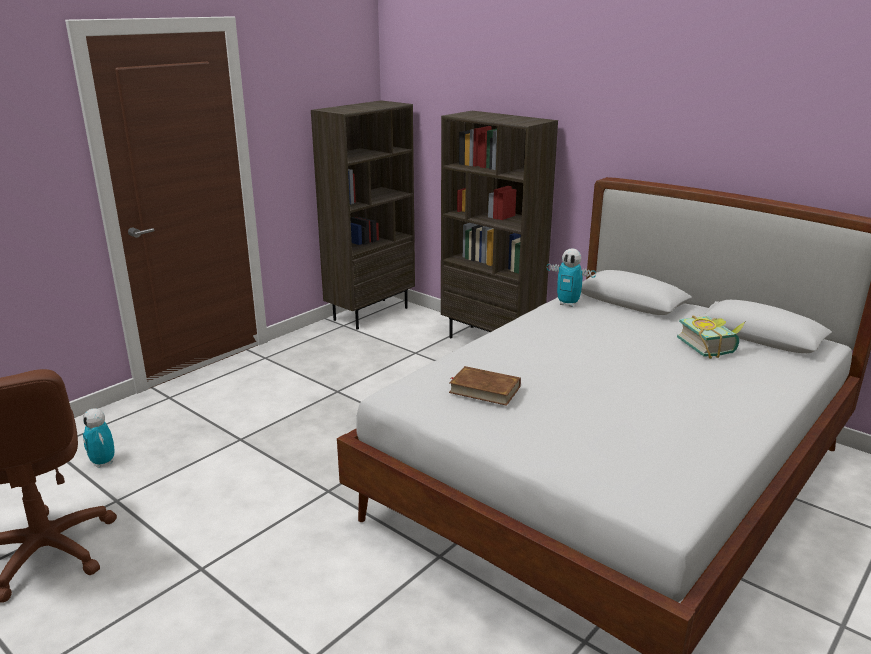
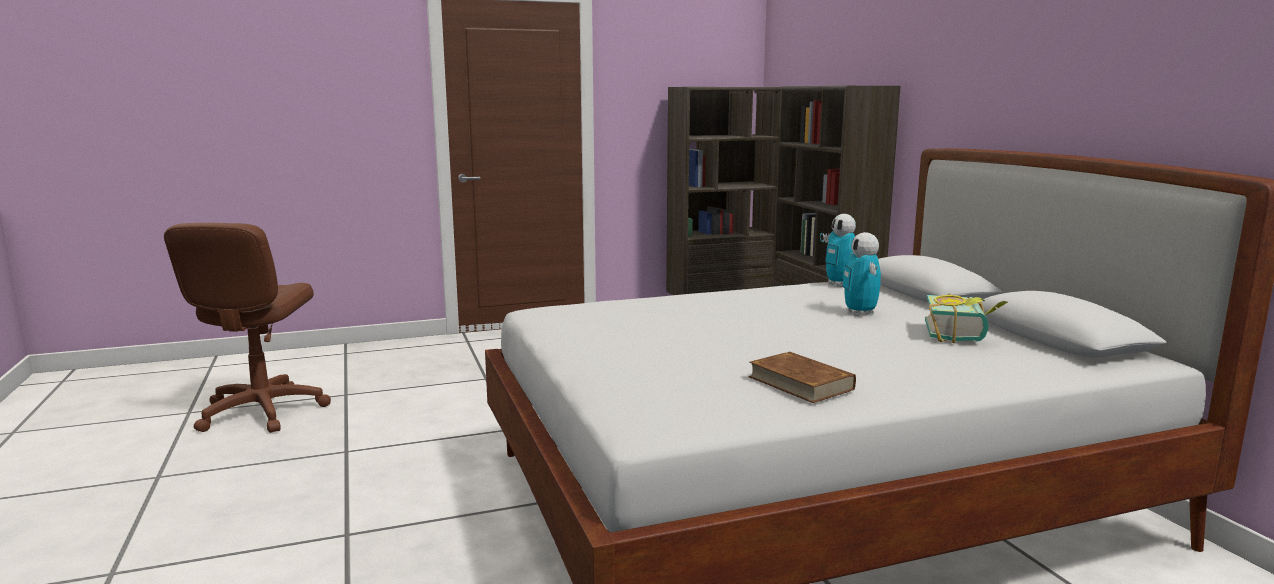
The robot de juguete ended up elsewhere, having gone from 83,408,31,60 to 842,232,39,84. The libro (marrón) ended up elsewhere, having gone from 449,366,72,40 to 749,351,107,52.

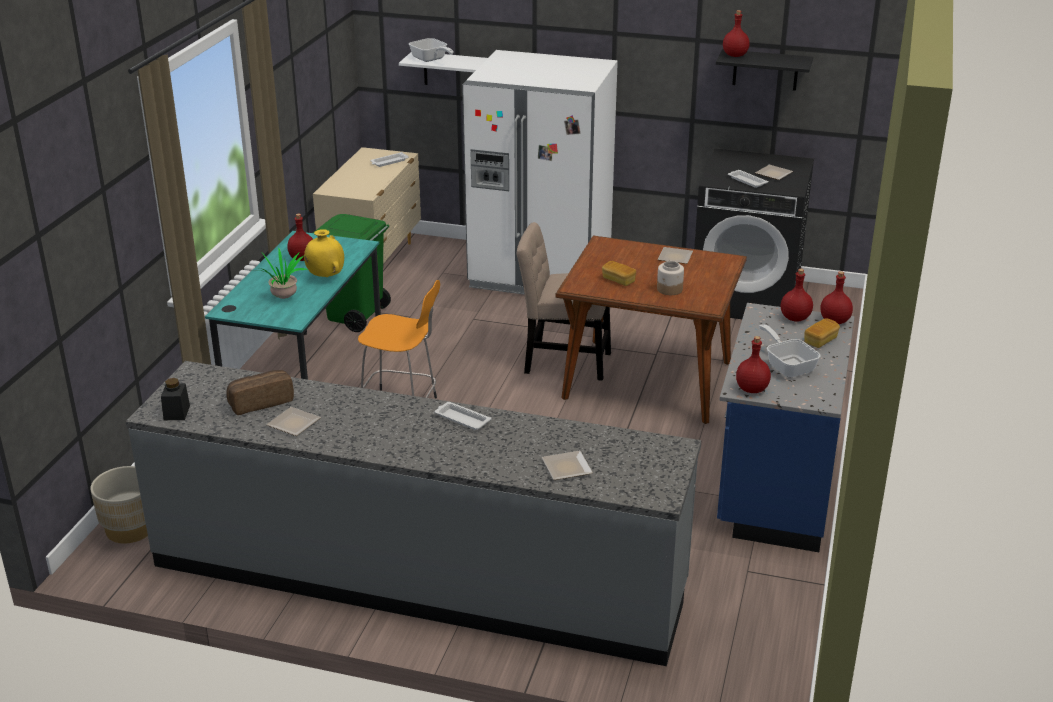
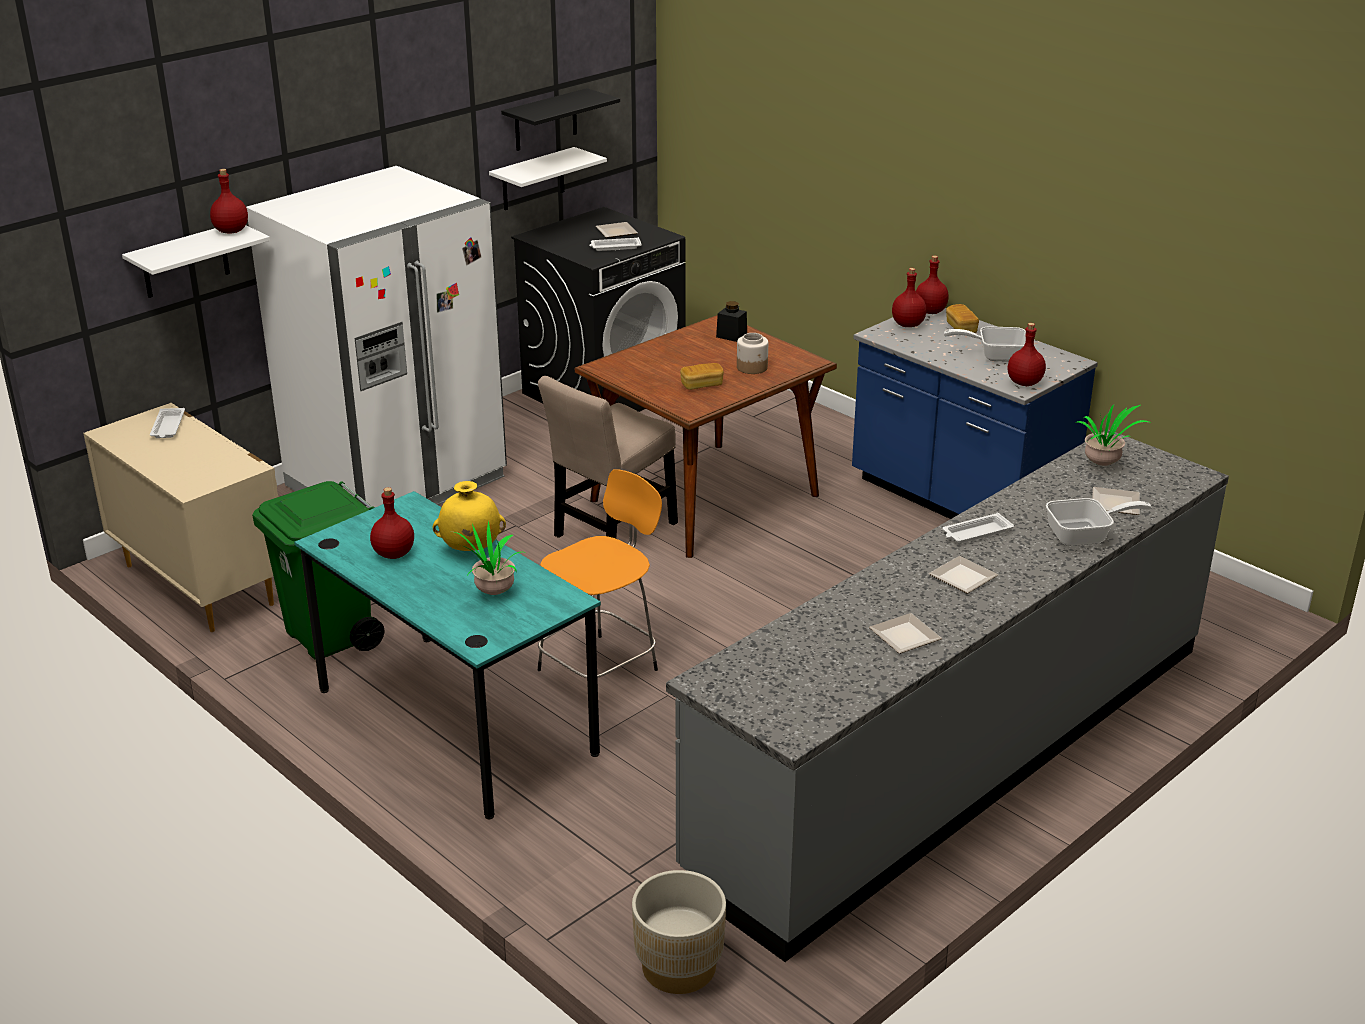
The second view lost the pan at 226,370,68,45. The second view gained the estante (blanco) at 489,147,118,63. The second view gained the planta en maceta at 1075,404,74,62. The tarro (negro) ended up elsewhere, having gone from 161,378,29,42 to 716,301,31,41. The sartén ended up elsewhere, having gone from 409,38,45,24 to 1046,498,105,48. The plato ended up elsewhere, having gone from 658,247,35,17 to 929,556,69,38. The botella (rojo) ended up elsewhere, having gone from 723,10,27,47 to 210,169,38,64.

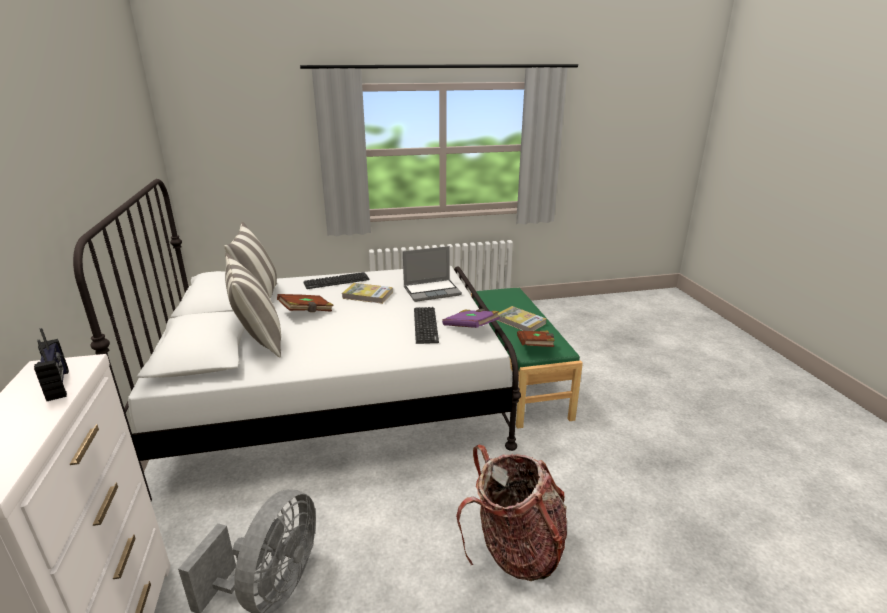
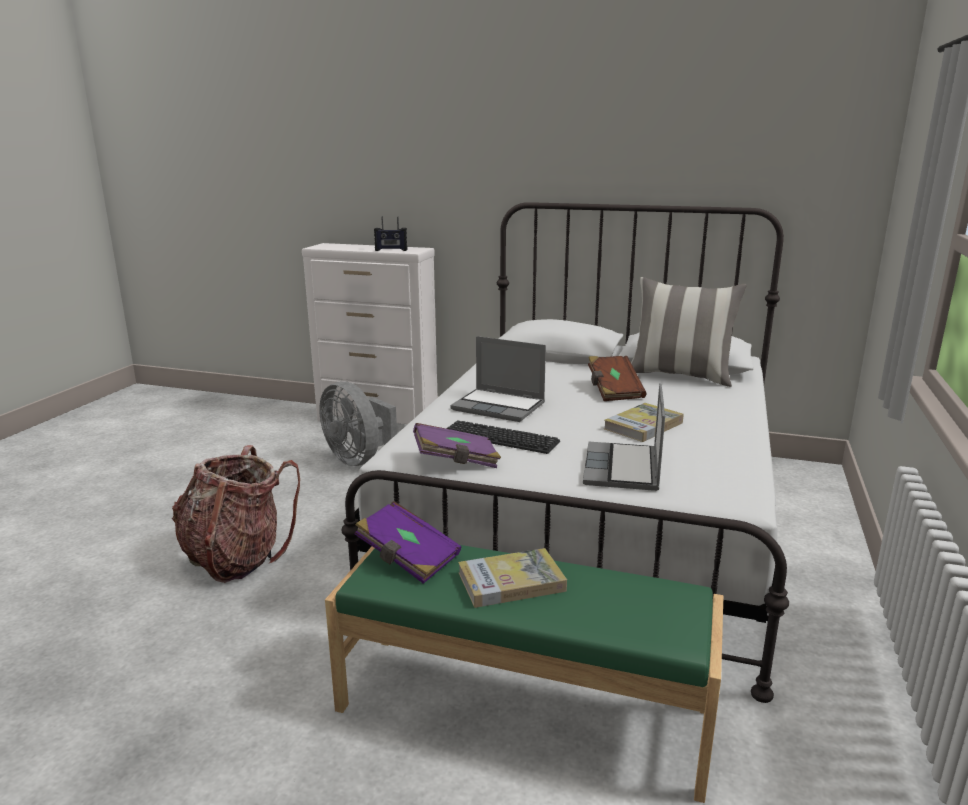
The second view lost the cojín at 225,253,56,105. The second view lost the teclado at 303,272,67,17. The second view gained the portátil at 450,336,96,86. What was the libro (marrón) at 517,331,38,16 turned into the libro (morado) at 355,501,106,83.

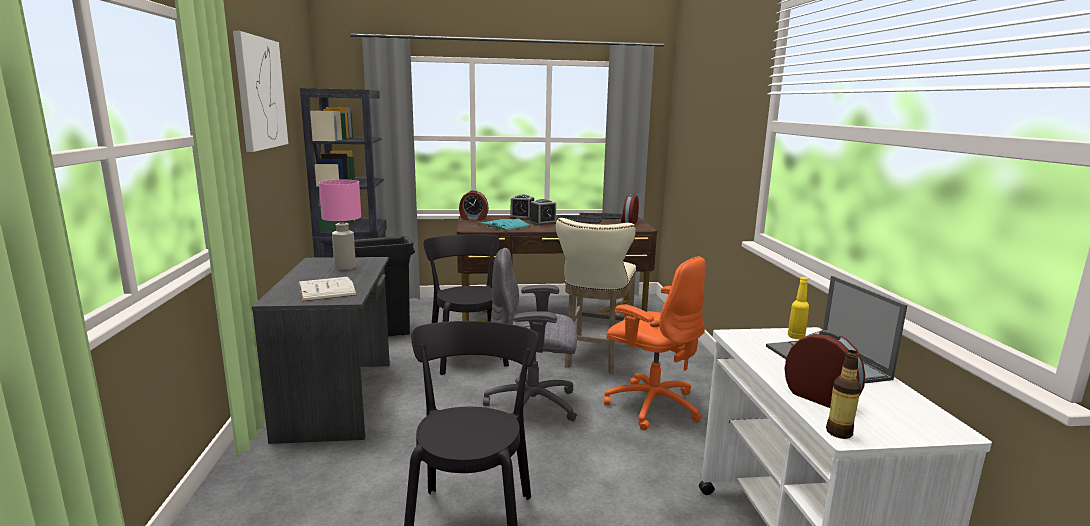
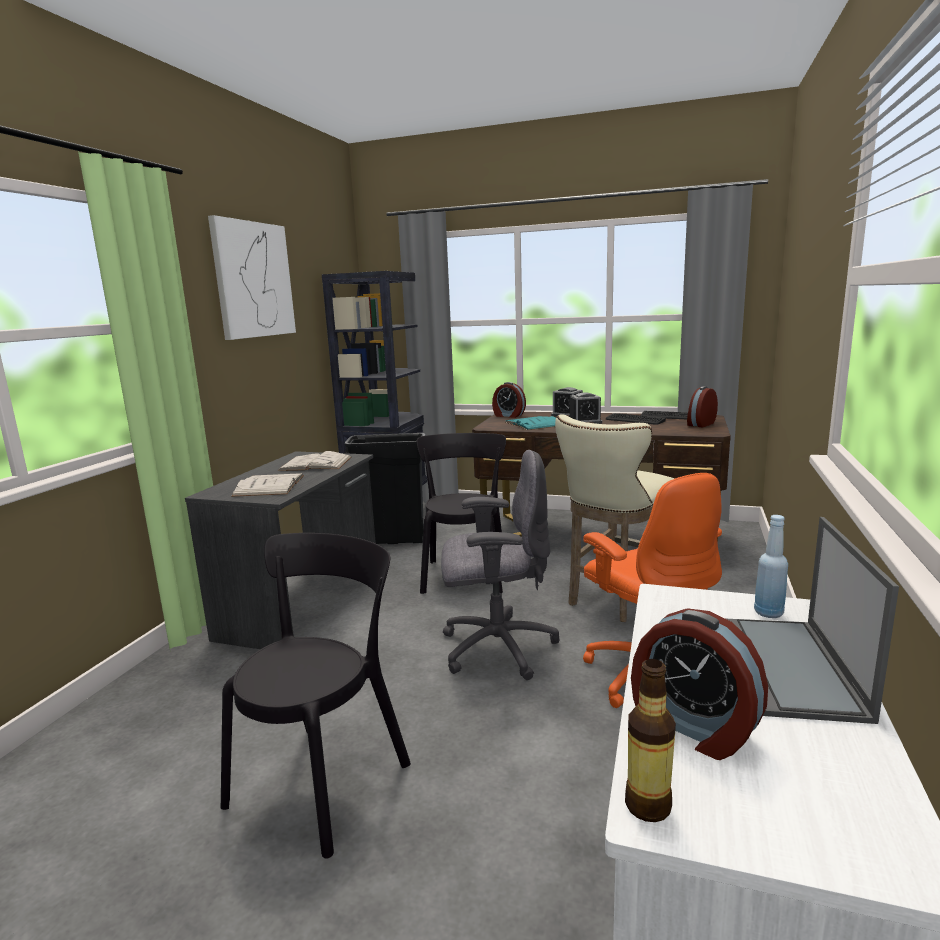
Where the lámpara de mesa (rosa) stood at 319,180,42,90, the libro (blanco) came to stand at 278,451,73,20. What was the botella (amarillo) at 788,277,21,62 turned into the botella (azul) at 754,515,34,103. The silla de oficina (gris) at 483,248,94,173 ended up facing another way, 150 degrees clockwise from before. The despertador at 784,330,81,78 ended up facing another way, 150 degrees clockwise from before.

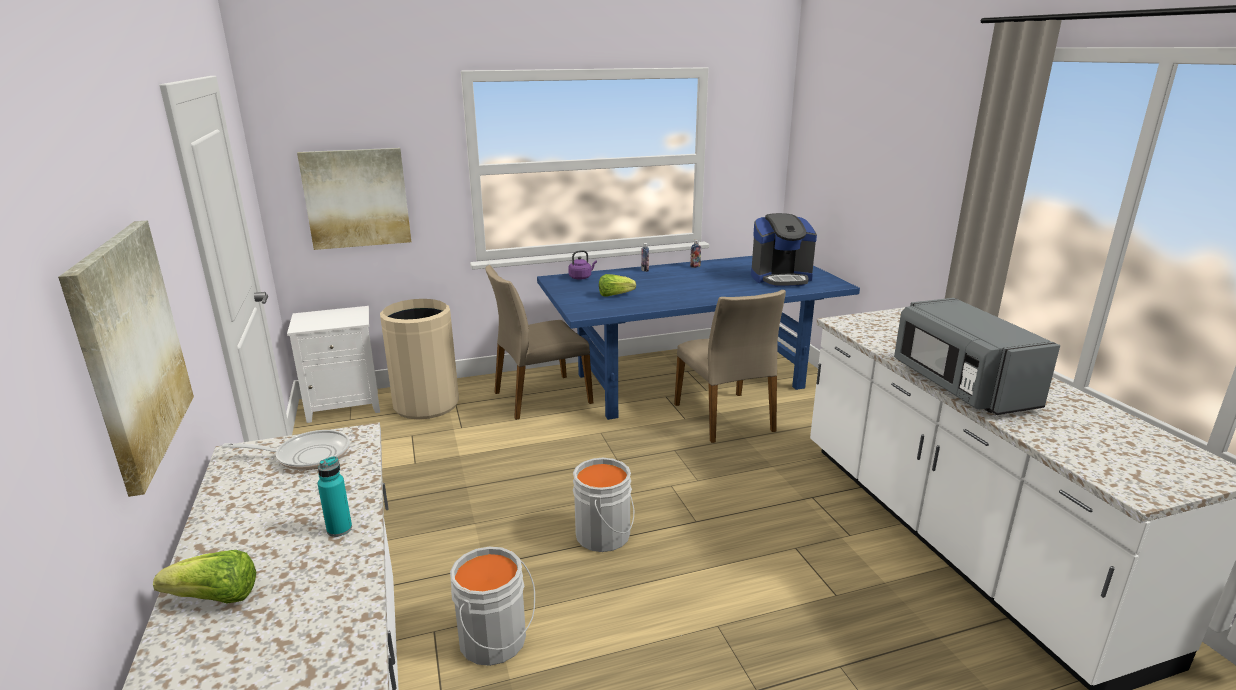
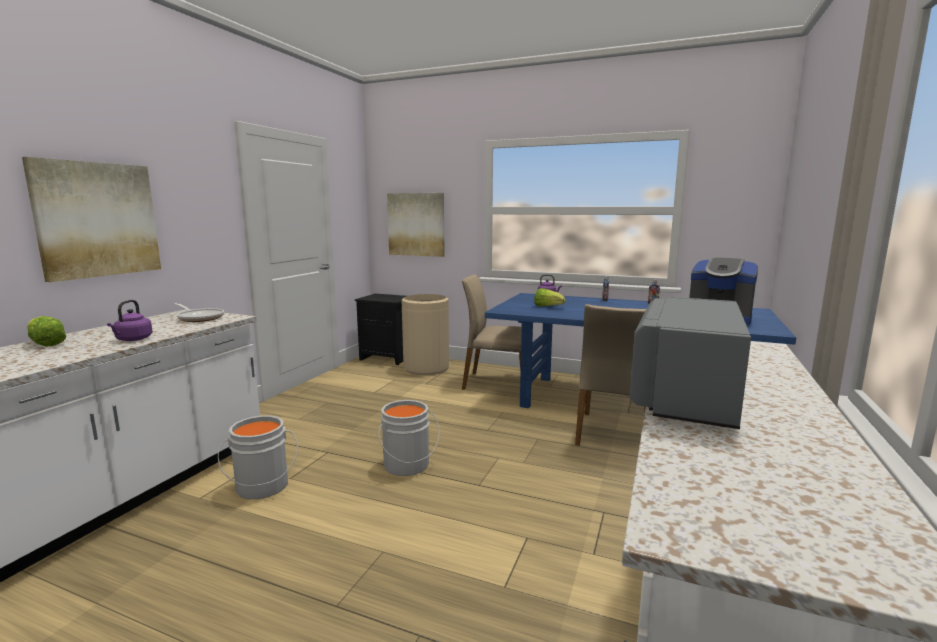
Where the botella (turquesa) stood at 317,456,35,81, the hervidor (morado) came to stand at 107,300,46,41. What was the mesita de noche (blanco) at 287,306,93,117 turned into the mesita de noche (negro) at 355,294,51,71.

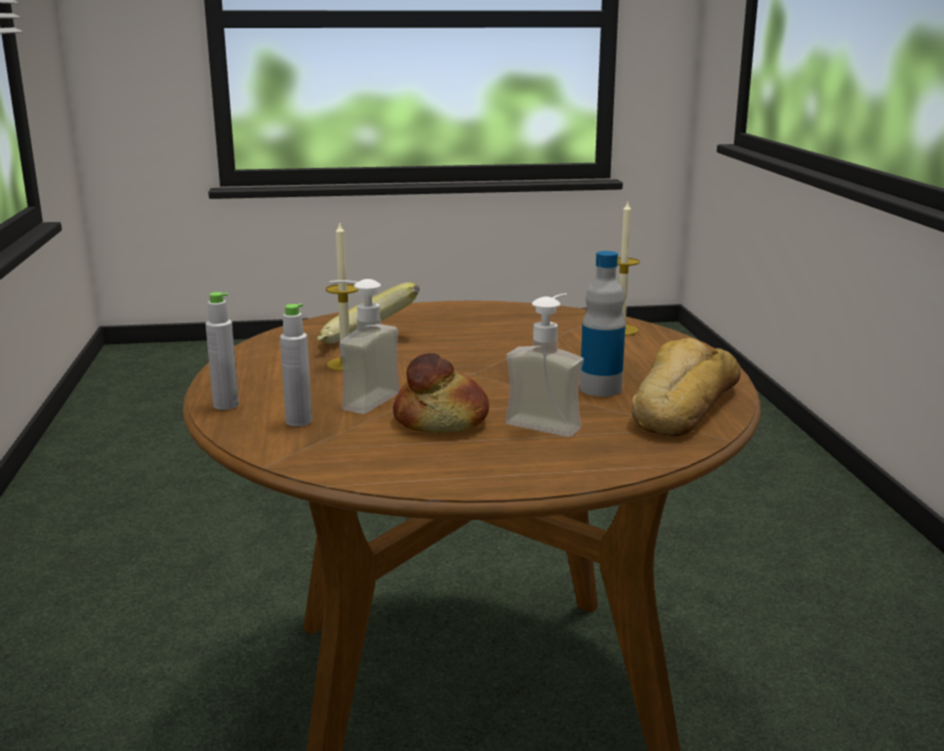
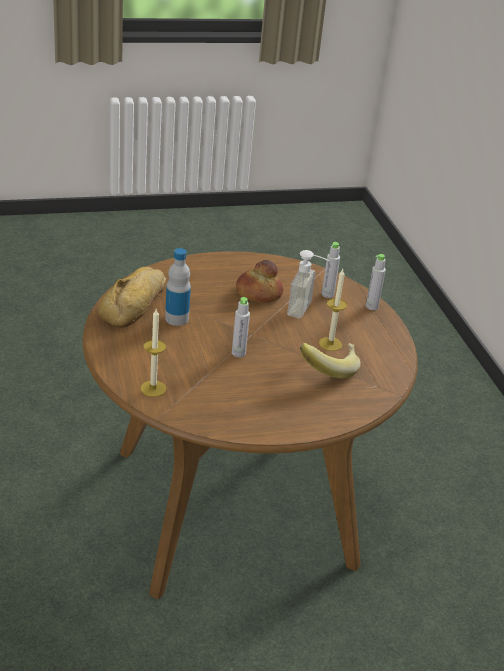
The second view lost the dispensador de jabón at 505,293,79,144. The second view gained the botella (gris) at 232,297,18,60.

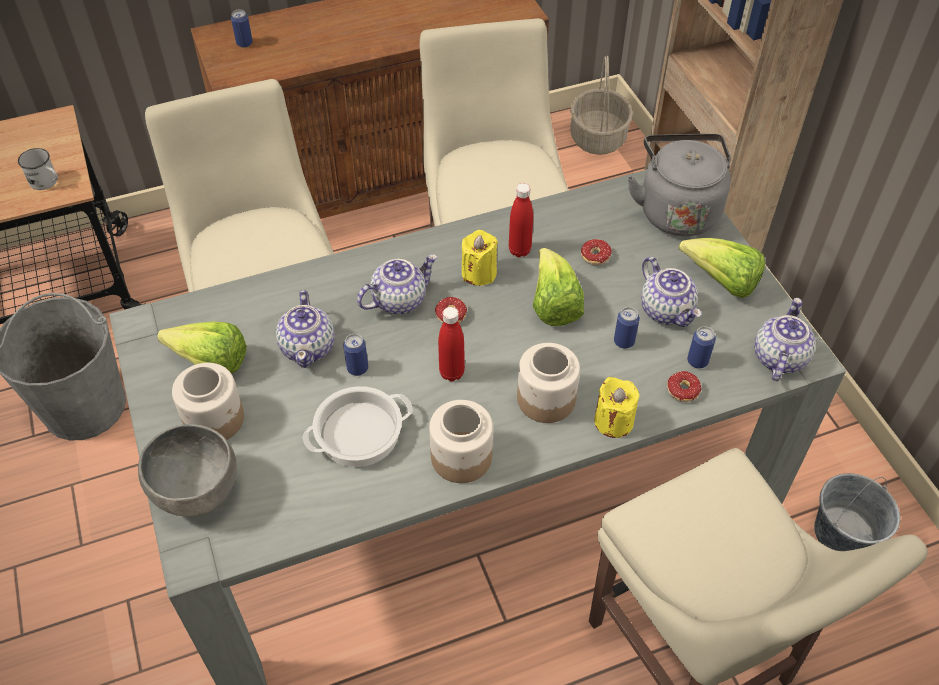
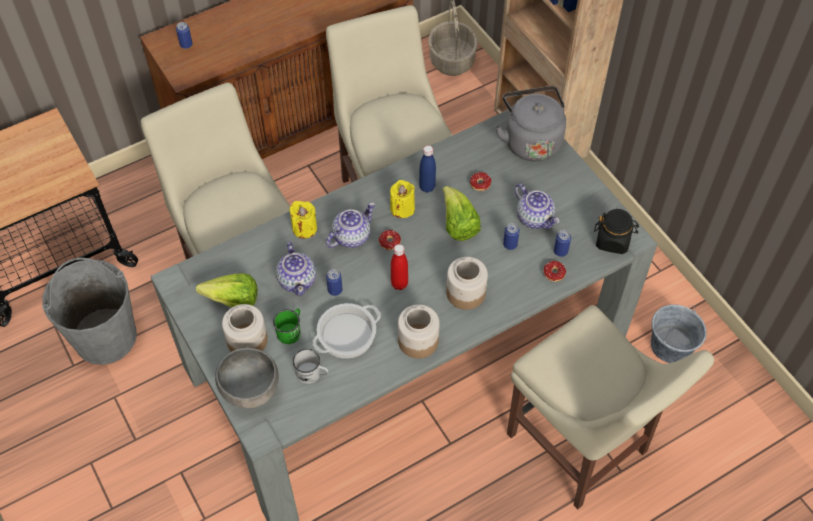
The second view lost the lechuga at 679,238,86,60. The second view gained the taza grande (verde) at 273,309,28,35. The taza grande (blanco) ended up elsewhere, having gone from 18,148,40,42 to 293,349,36,35. The vela (amarillo) ended up elsewhere, having gone from 594,377,45,61 to 289,201,28,38. Where the tetera stood at 754,298,62,83, the tarro (negro) came to stand at 594,209,45,45. What was the botella (rojo) at 509,183,24,74 turned into the botella (azul) at 419,145,17,48.

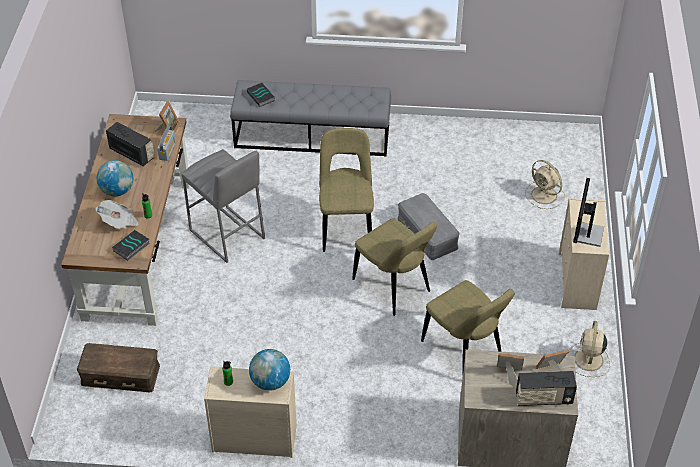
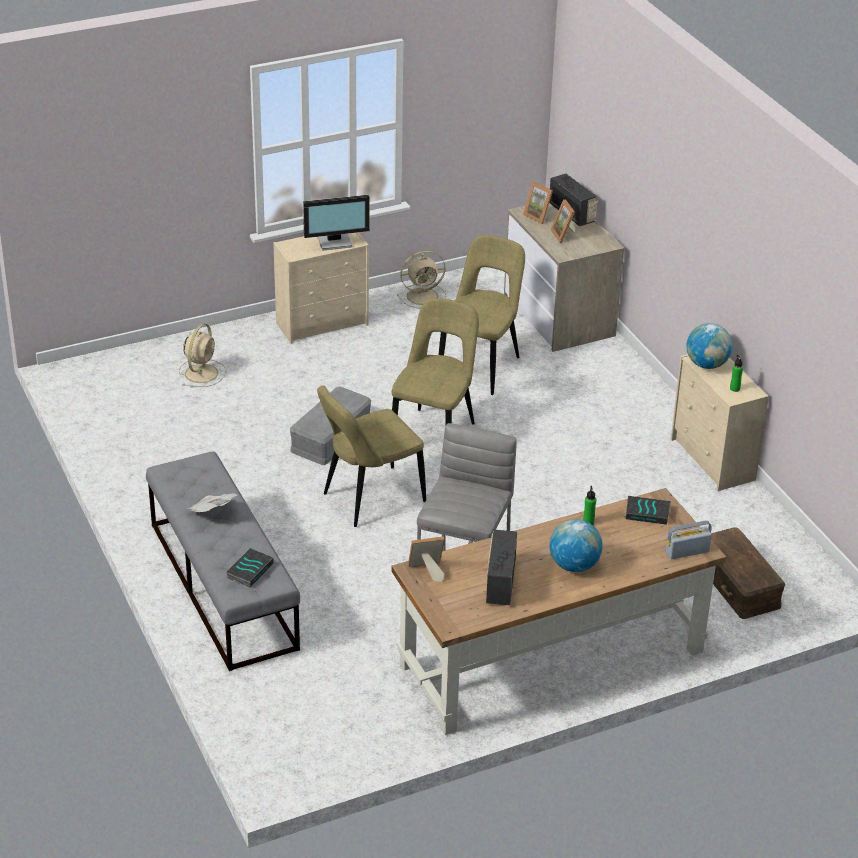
The periódico ended up elsewhere, having gone from 96,200,43,29 to 188,493,49,19. The radio ended up elsewhere, having gone from 157,125,19,36 to 665,521,47,38.

